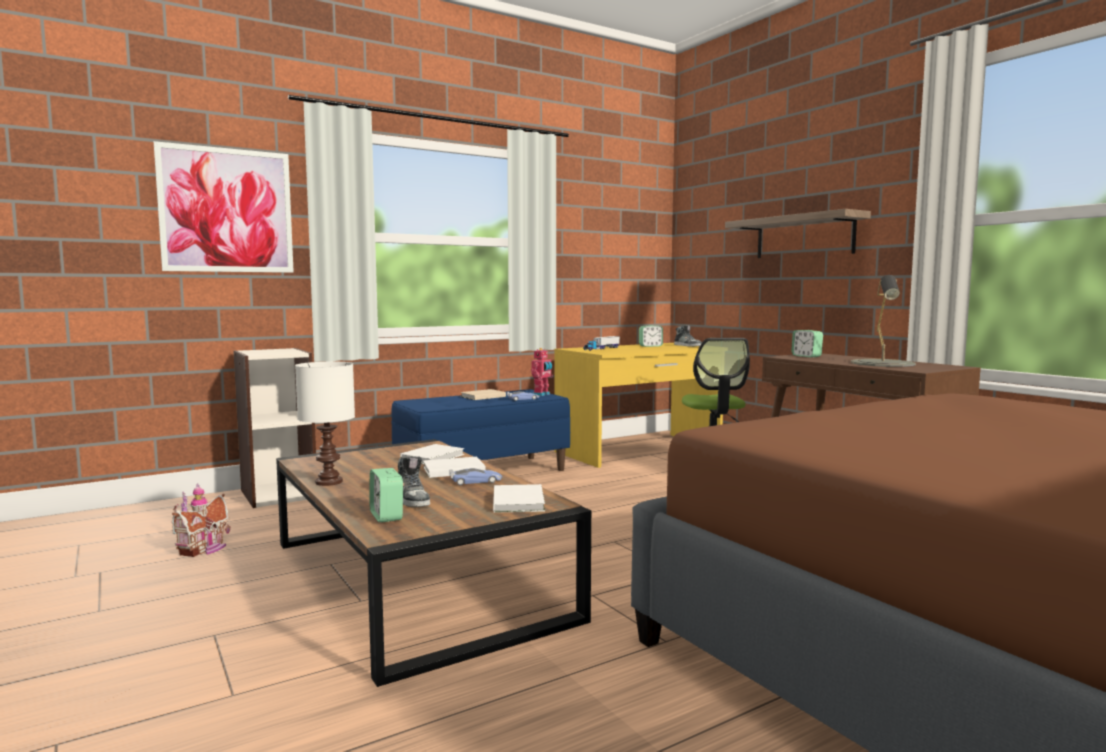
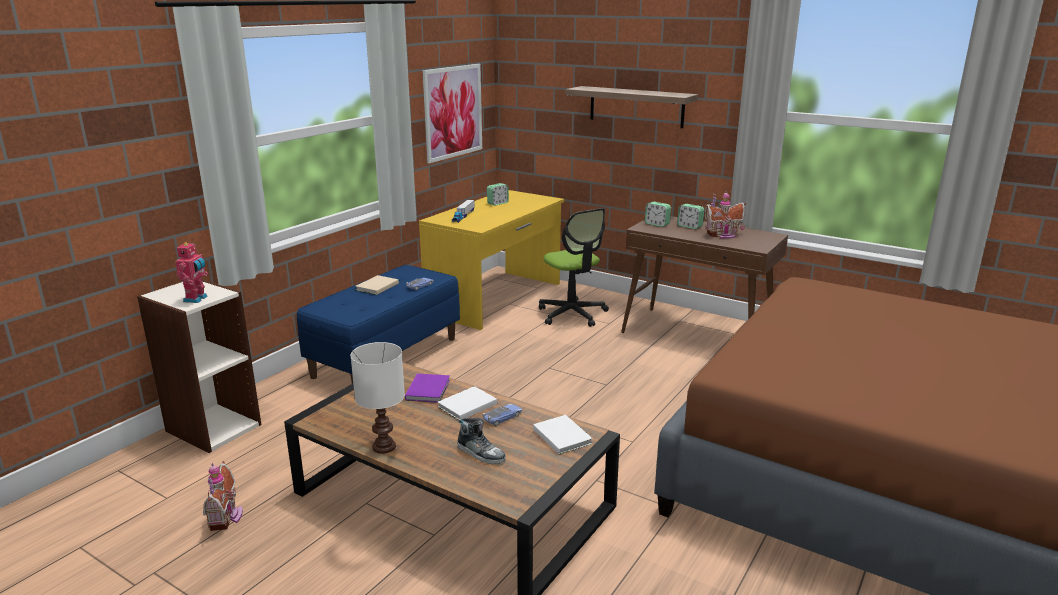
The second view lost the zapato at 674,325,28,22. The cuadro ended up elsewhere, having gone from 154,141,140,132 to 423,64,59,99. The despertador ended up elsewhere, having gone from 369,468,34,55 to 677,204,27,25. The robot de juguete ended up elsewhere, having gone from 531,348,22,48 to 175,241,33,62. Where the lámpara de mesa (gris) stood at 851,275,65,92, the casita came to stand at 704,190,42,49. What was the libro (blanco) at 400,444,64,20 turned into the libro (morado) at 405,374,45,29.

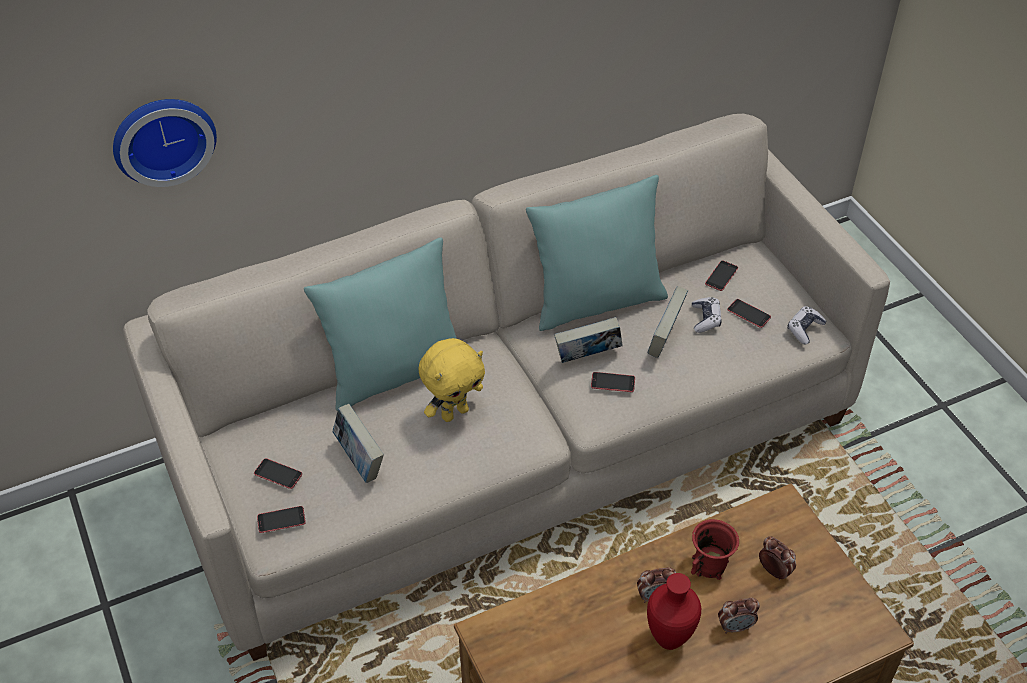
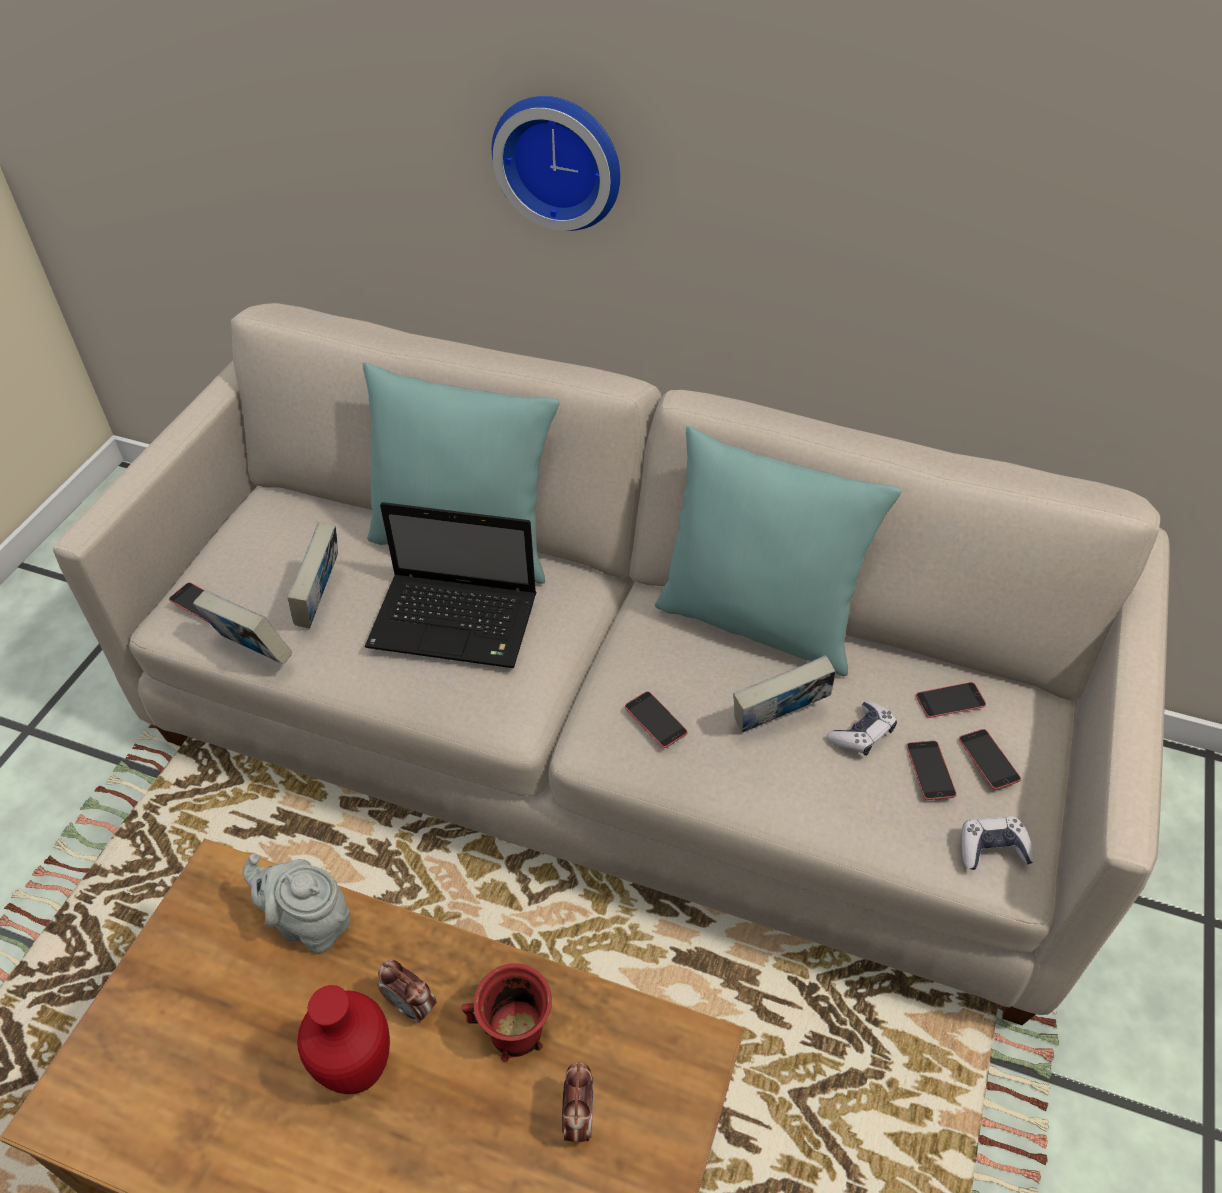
The second view lost the despertador at 718,597,42,37. The second view gained the tetera (gris) at 242,853,108,101. The reloj de pared ended up elsewhere, having gone from 113,99,104,88 to 492,96,128,135. The móvil ended up elsewhere, having gone from 254,458,48,31 to 959,729,62,61. The libro ended up elsewhere, having gone from 554,317,69,46 to 193,590,100,75. Where the peluche (amarillo) stood at 419,338,66,84, the portátil came to stand at 365,502,172,166.

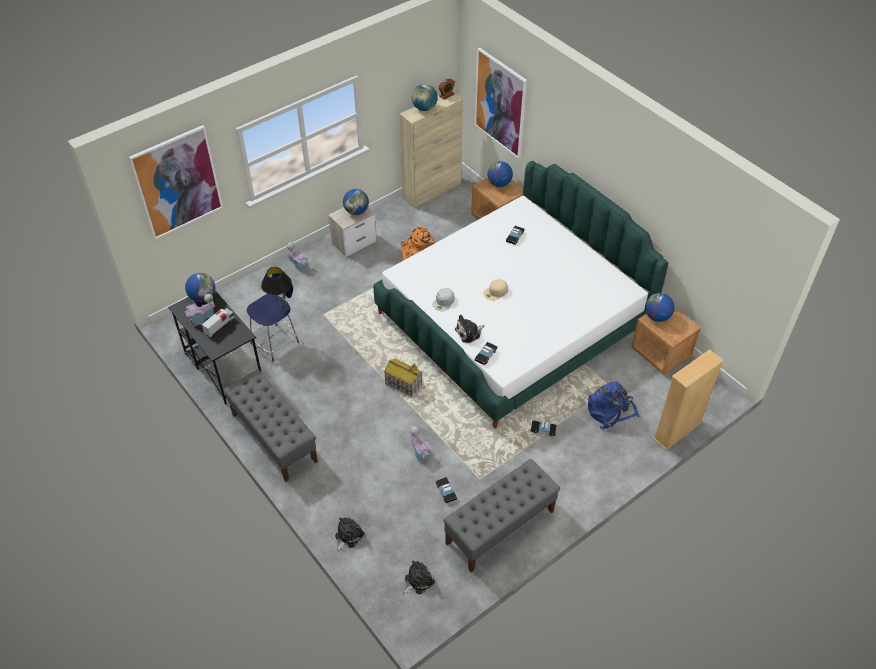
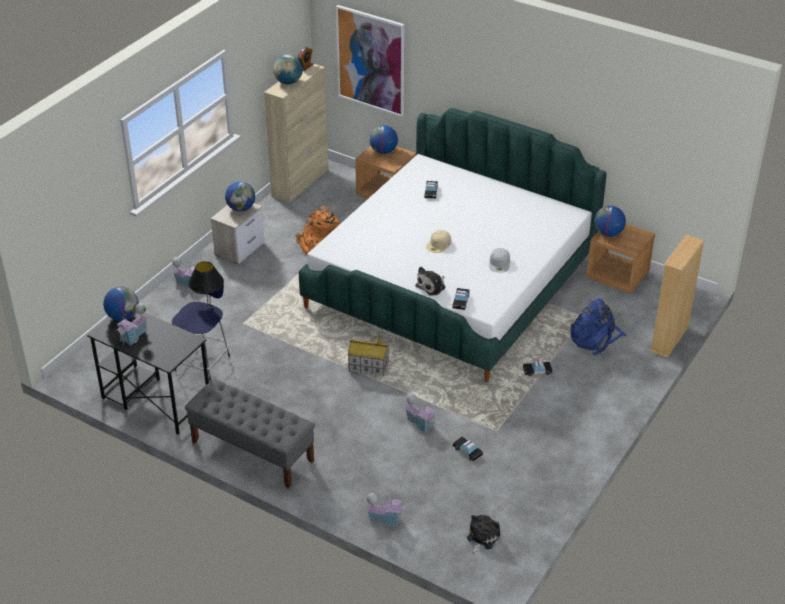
The second view lost the cuadro at 129,125,94,115. The second view lost the camión de juguete at 202,308,32,30. The second view lost the banco (gris) at 443,459,117,114. The gorra (blanco) ended up elsewhere, having gone from 433,288,22,23 to 489,248,21,24. Where the peluche stood at 335,517,30,35, the casita came to stand at 366,493,39,34.

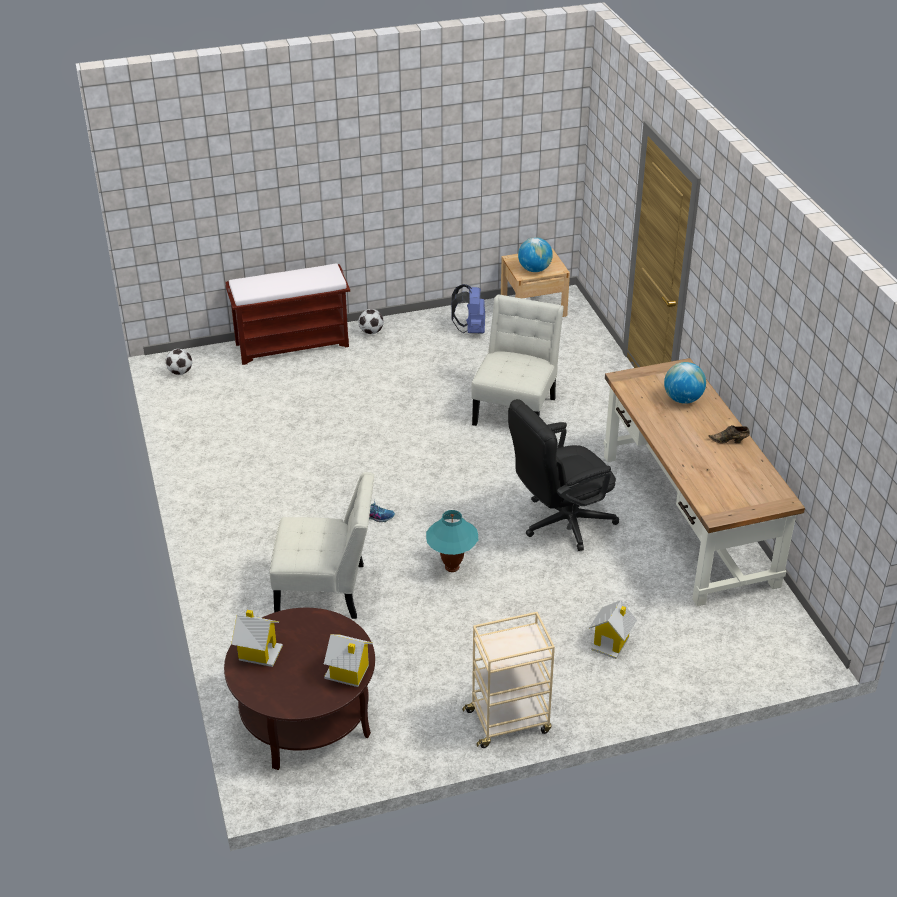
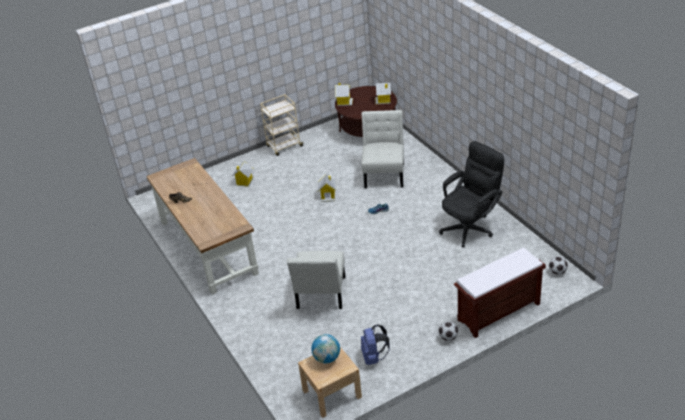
The second view lost the globo terráqueo at 664,362,42,42. The silla de oficina (negro) ended up elsewhere, having gone from 508,399,111,152 to 439,141,65,106. Where the lámpara de mesa (turquesa) stood at 426,510,52,62, the casita came to stand at 318,174,18,28. The silla (blanco) at 270,472,104,147 ended up facing another way, 105 degrees clockwise from before.

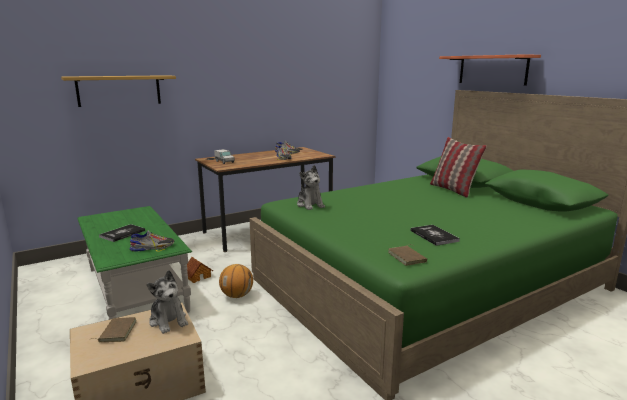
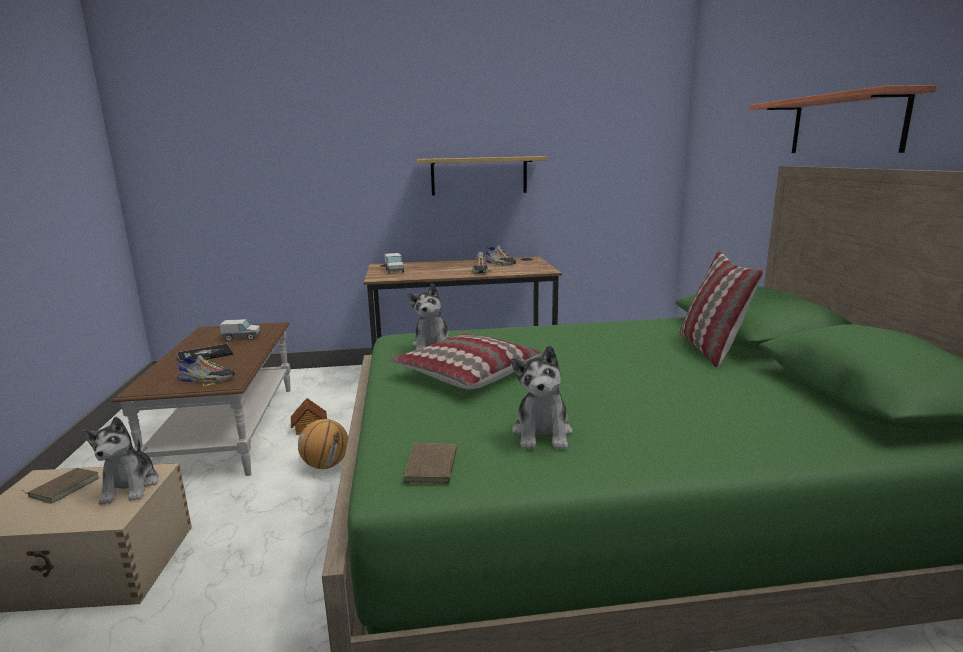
The second view gained the camión de juguete at 220,319,40,22. The second view gained the cojín at 390,333,151,56. The estante ended up elsewhere, having gone from 61,75,115,32 to 417,156,131,39. Where the libro stood at 410,225,50,21, the peluche came to stand at 511,345,62,105. What was the mesa de centro (verde) at 77,206,115,114 turned into the mesa de centro (marrón) at 112,322,179,154.

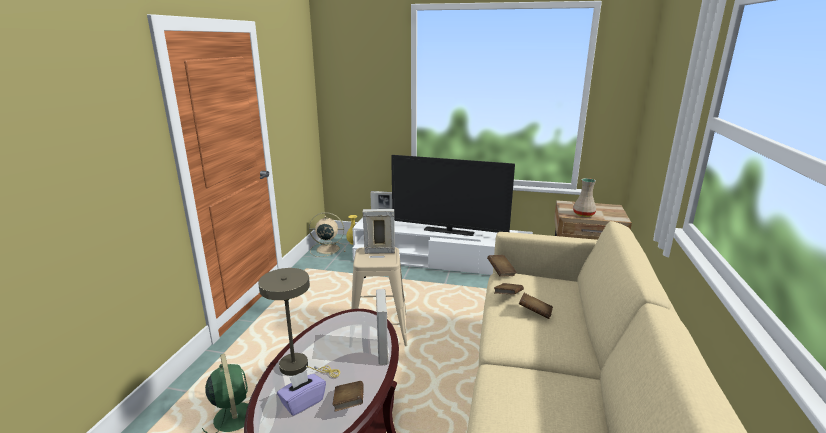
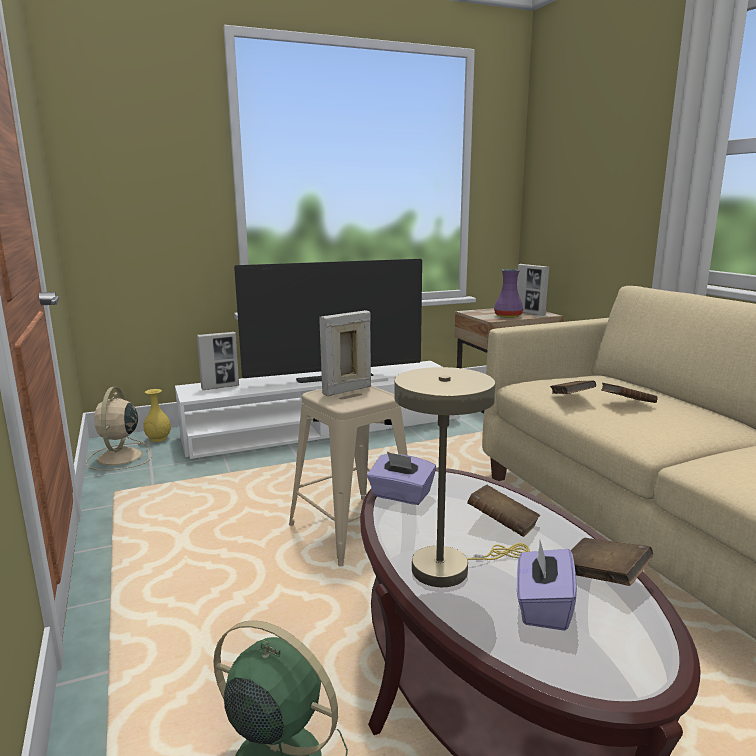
The second view gained the caja de pañuelos (morado) at 367,452,69,53. The portarretratos ended up elsewhere, having gone from 376,289,13,76 to 517,264,32,52. The libro (marrón) ended up elsewhere, having gone from 487,255,30,22 to 467,485,73,52. What was the florero (beis) at 573,178,23,39 turned into the florero (morado) at 494,269,29,49. The ventilador (beis) at 309,212,36,45 ended up facing another way, 60 degrees counterclockwise from before.

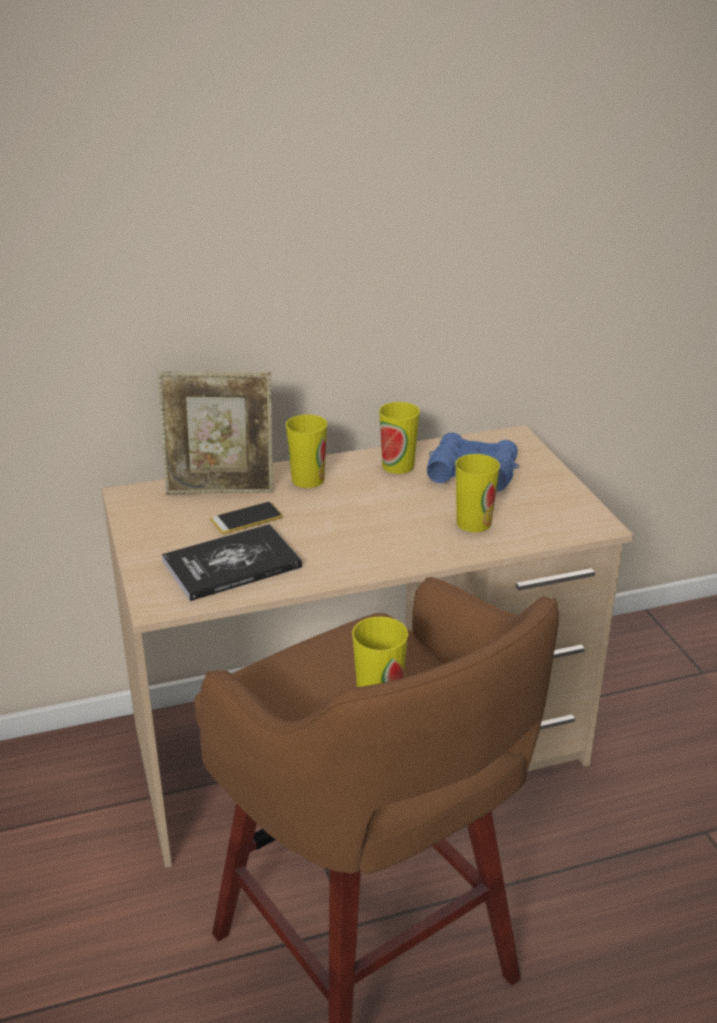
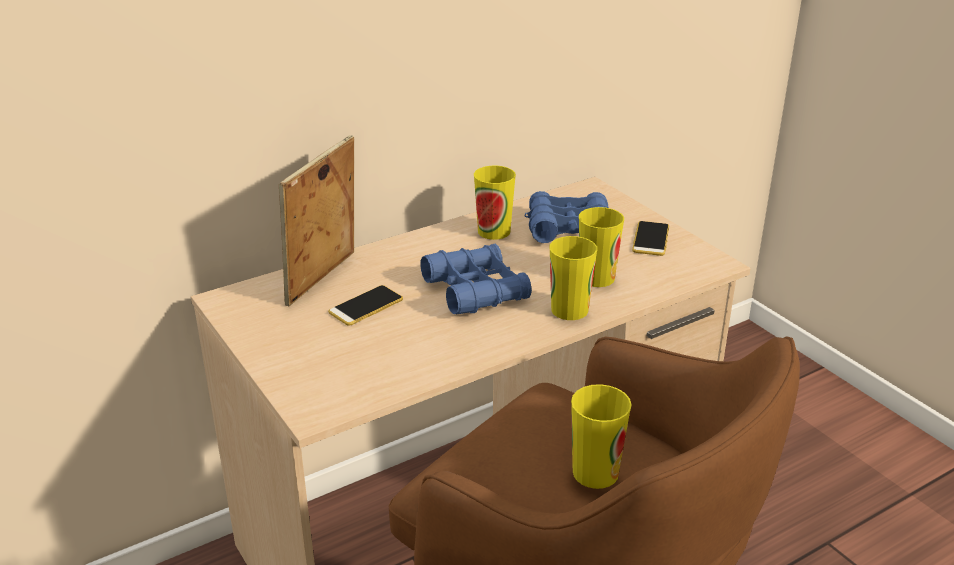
The second view lost the libro at 162,524,140,77. The second view gained the prismáticos (azul) at 421,244,111,70. The second view gained the móvil at 632,221,37,35. The taza ended up elsewhere, having gone from 286,415,41,73 to 549,236,48,84. The portarretratos at 157,371,116,123 ended up facing another way, 135 degrees clockwise from before.

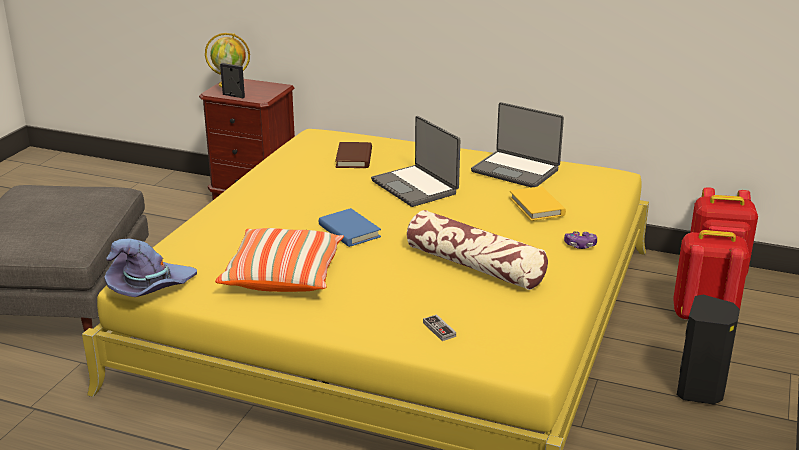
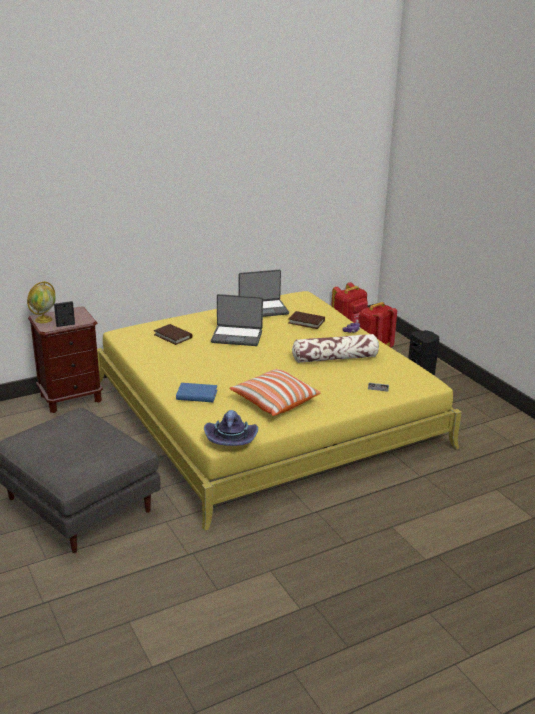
The libro (azul) ended up elsewhere, having gone from 318,208,63,39 to 176,383,41,19. What was the libro (amarillo) at 509,186,57,35 turned into the libro (marrón) at 288,311,37,18.

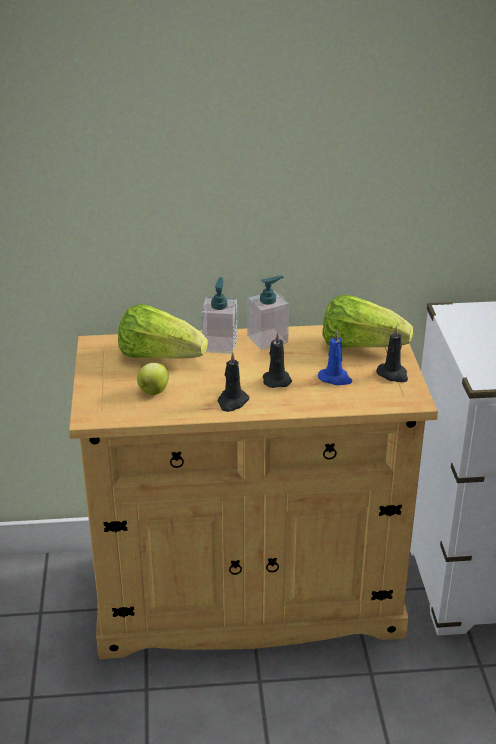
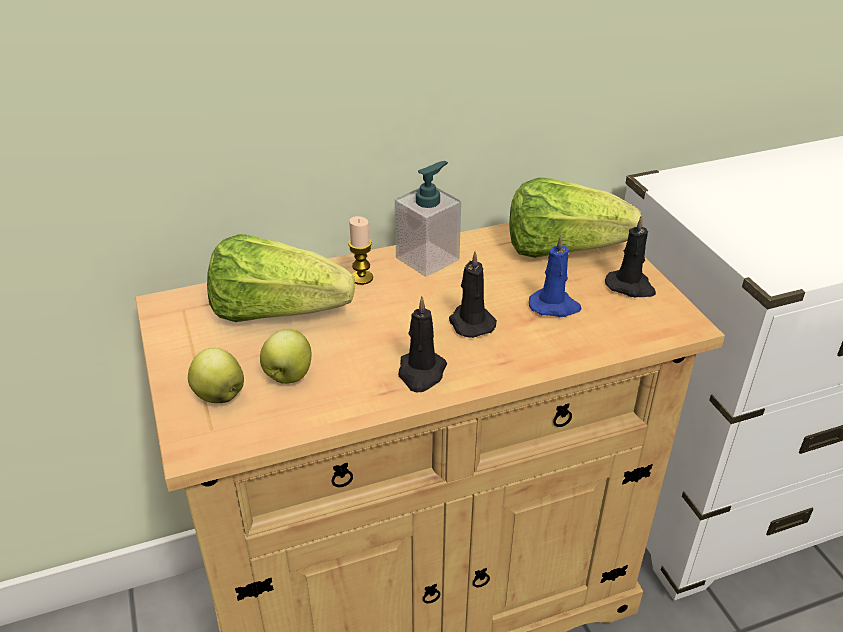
The second view gained the manzana at 188,348,56,55. Where the dispensador de jabón stood at 201,277,36,77, the vela came to stand at 348,216,25,69.

